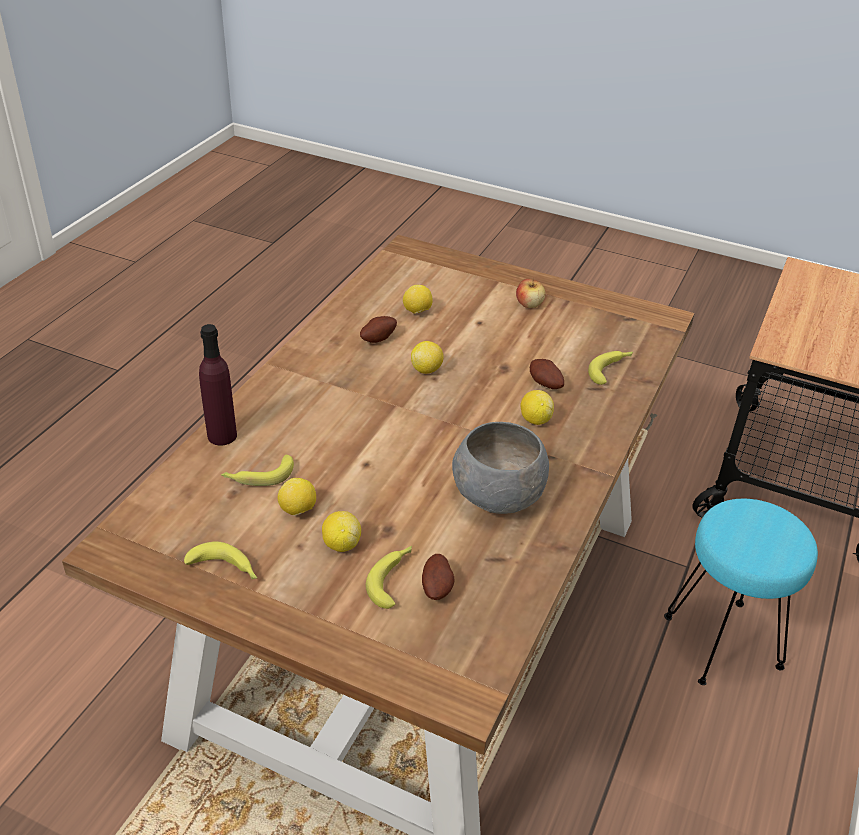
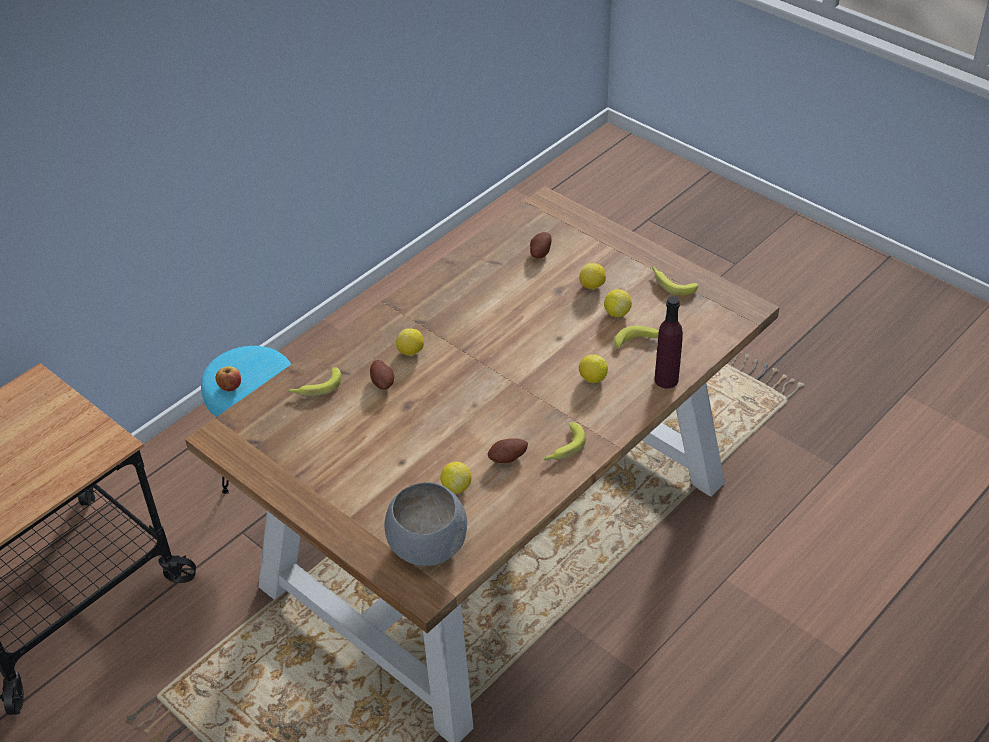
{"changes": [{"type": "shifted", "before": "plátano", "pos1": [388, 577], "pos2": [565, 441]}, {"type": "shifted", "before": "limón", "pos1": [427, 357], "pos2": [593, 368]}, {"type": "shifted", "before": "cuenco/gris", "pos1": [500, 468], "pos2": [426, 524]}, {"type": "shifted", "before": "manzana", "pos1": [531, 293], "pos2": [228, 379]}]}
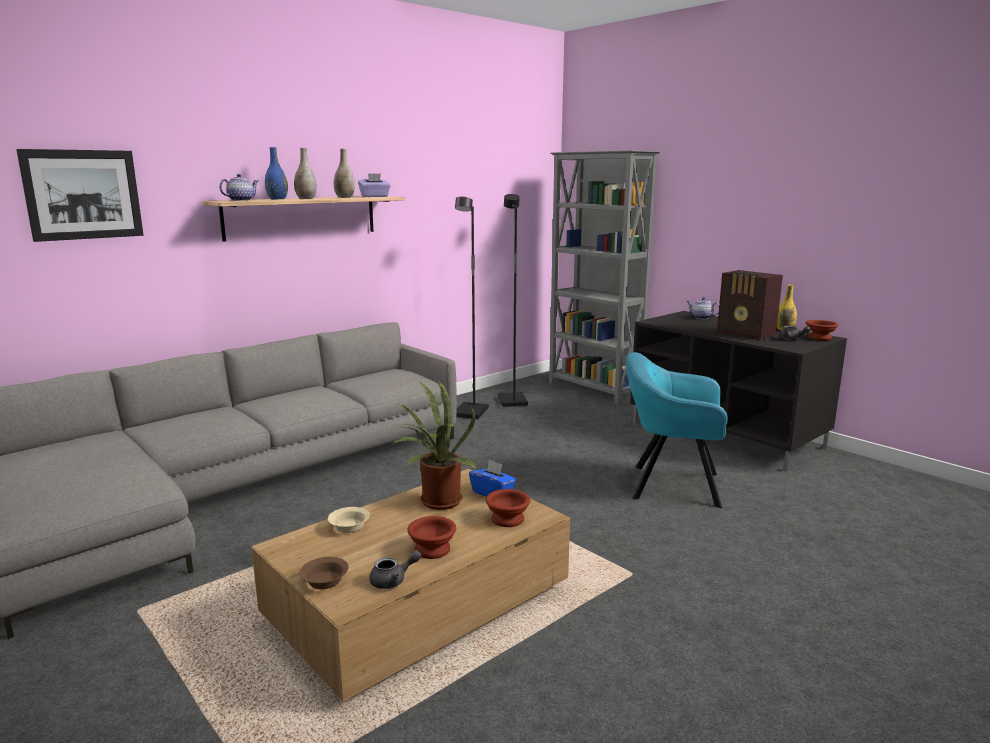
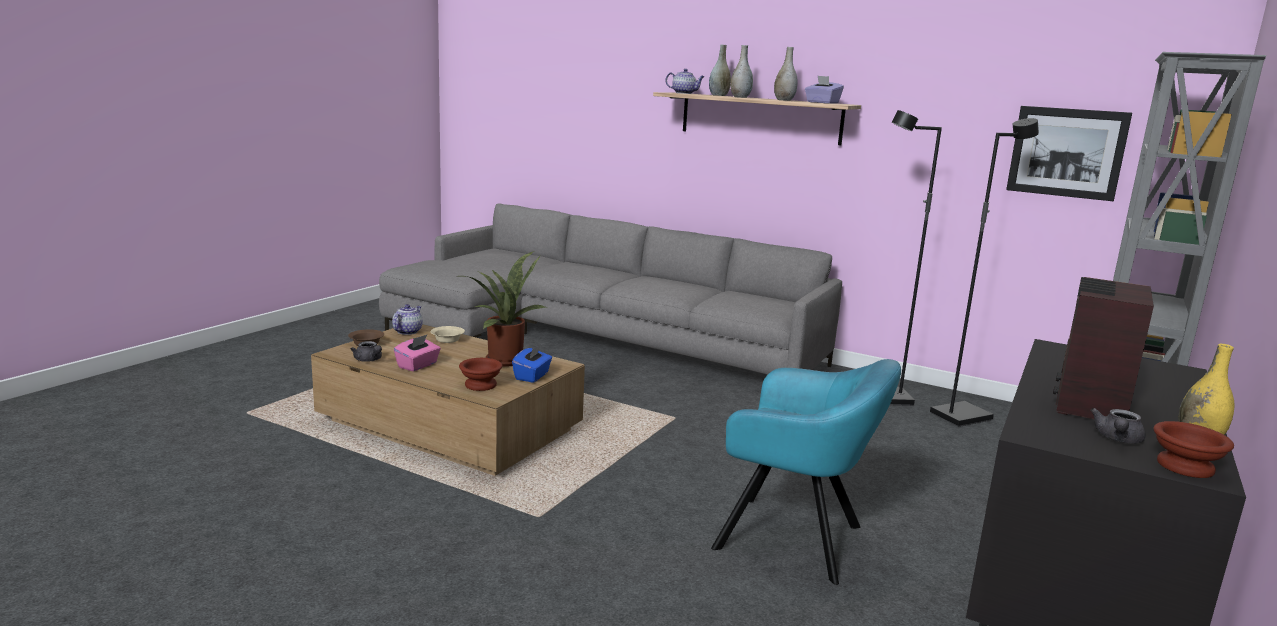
{"changes": [{"type": "shifted", "before": "cuadro", "pos1": [80, 195], "pos2": [1069, 153]}, {"type": "repainted", "before": "florero/azul", "after": "florero/gris", "pos1": [276, 173], "pos2": [720, 70]}, {"type": "swapped", "before": "cuenco/marrón", "after": "caja de pañuelos/rosa", "pos1": [431, 537], "pos2": [417, 353]}, {"type": "rotated", "before": "sillón/turquesa", "pos1": [677, 430], "pos2": [806, 472], "turn": 120}, {"type": "shifted", "before": "tetera", "pos1": [703, 308], "pos2": [407, 319]}]}
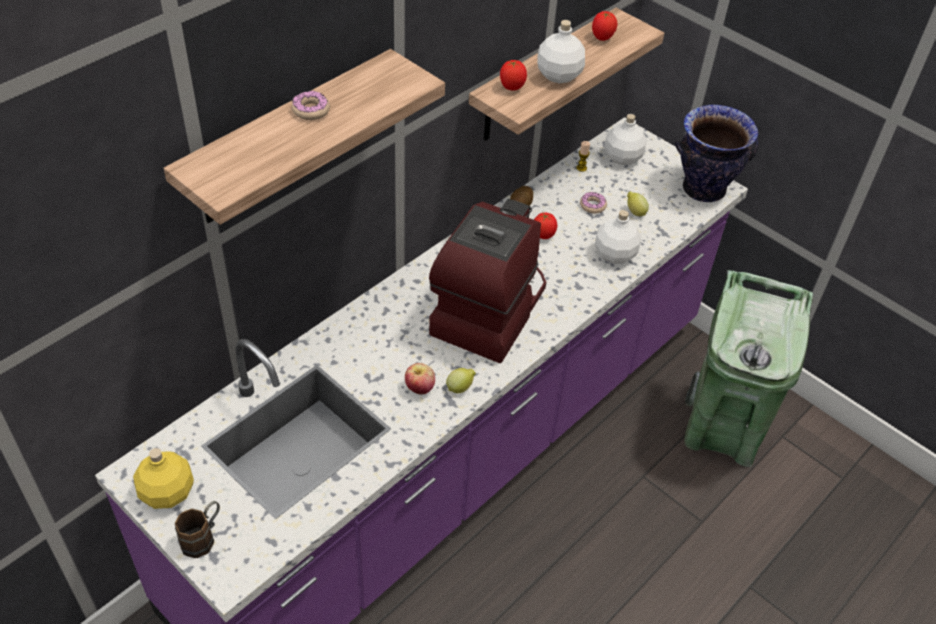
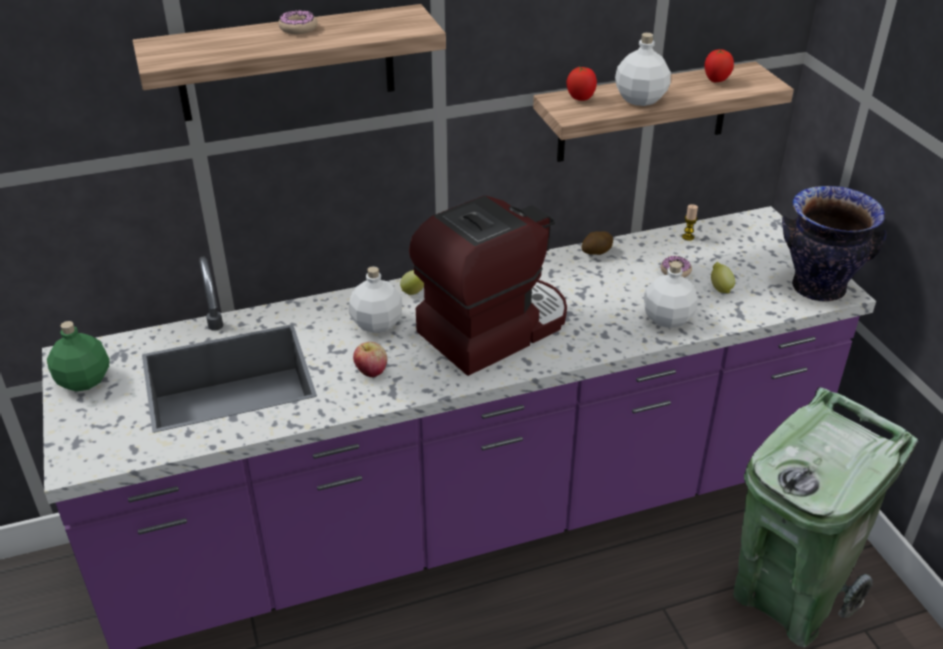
{"changes": [{"type": "repainted", "before": "botella/amarillo", "after": "botella/verde", "pos1": [163, 478], "pos2": [78, 356]}, {"type": "gone", "before": "taza grande/marrón", "pos1": [197, 529]}, {"type": "shifted", "before": "limón", "pos1": [461, 380], "pos2": [412, 282]}, {"type": "gone", "before": "tomate", "pos1": [545, 226]}, {"type": "shifted", "before": "botella/blanco", "pos1": [625, 139], "pos2": [376, 299]}]}
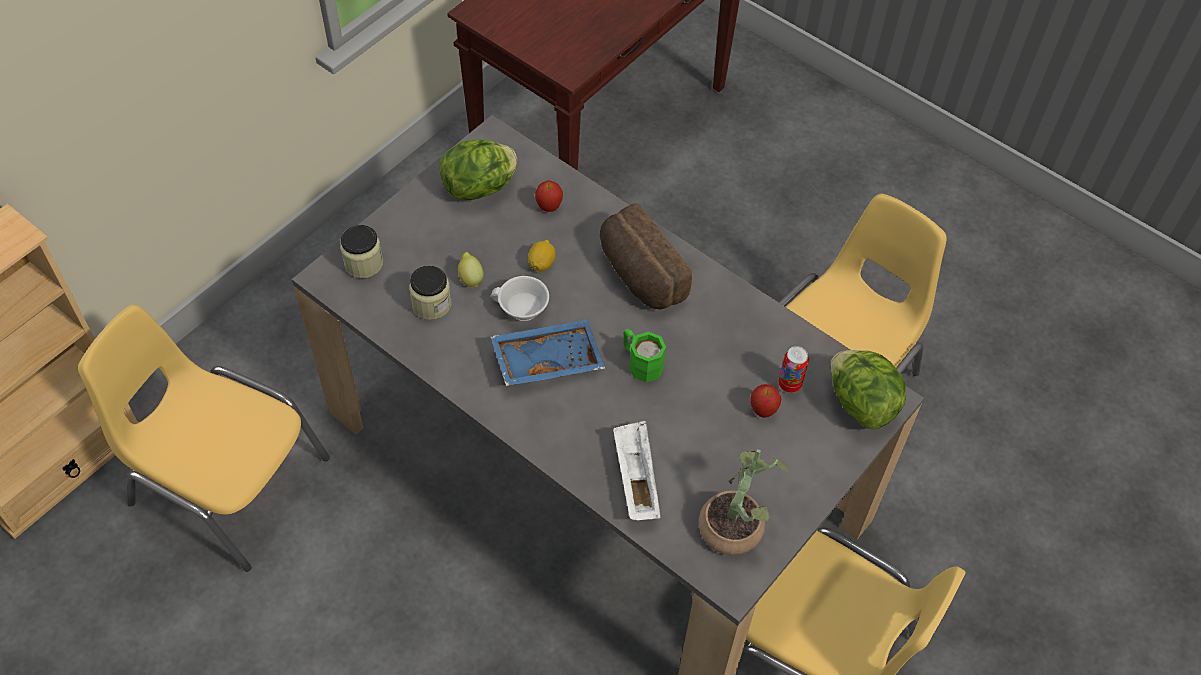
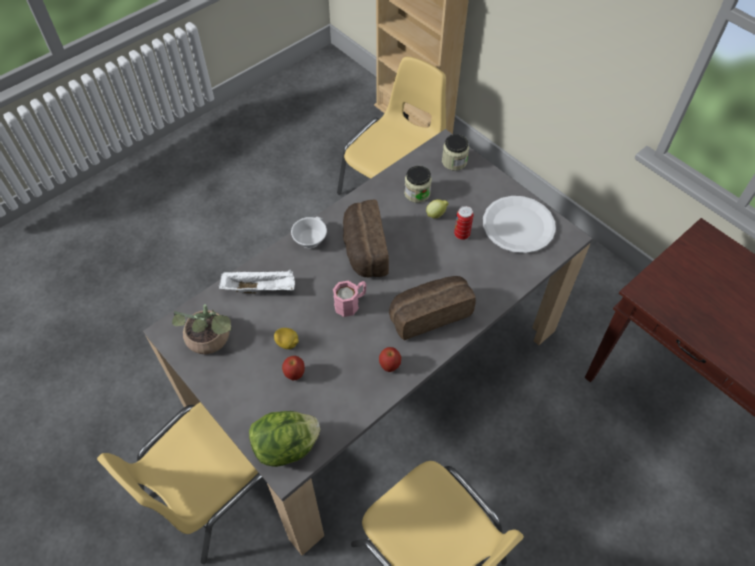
{"changes": [{"type": "swapped", "before": "lechuga", "after": "plato/blanco", "pos1": [478, 170], "pos2": [519, 224]}, {"type": "swapped", "before": "bandeja/azul", "after": "pan", "pos1": [547, 353], "pos2": [366, 238]}, {"type": "shifted", "before": "taza/blanco", "pos1": [520, 298], "pos2": [309, 232]}, {"type": "shifted", "before": "limón", "pos1": [542, 255], "pos2": [286, 338]}, {"type": "shifted", "before": "manzana", "pos1": [549, 196], "pos2": [390, 359]}, {"type": "repainted", "before": "taza grande/verde", "after": "taza grande/rosa", "pos1": [644, 355], "pos2": [350, 299]}, {"type": "shifted", "before": "lata", "pos1": [793, 369], "pos2": [463, 223]}]}
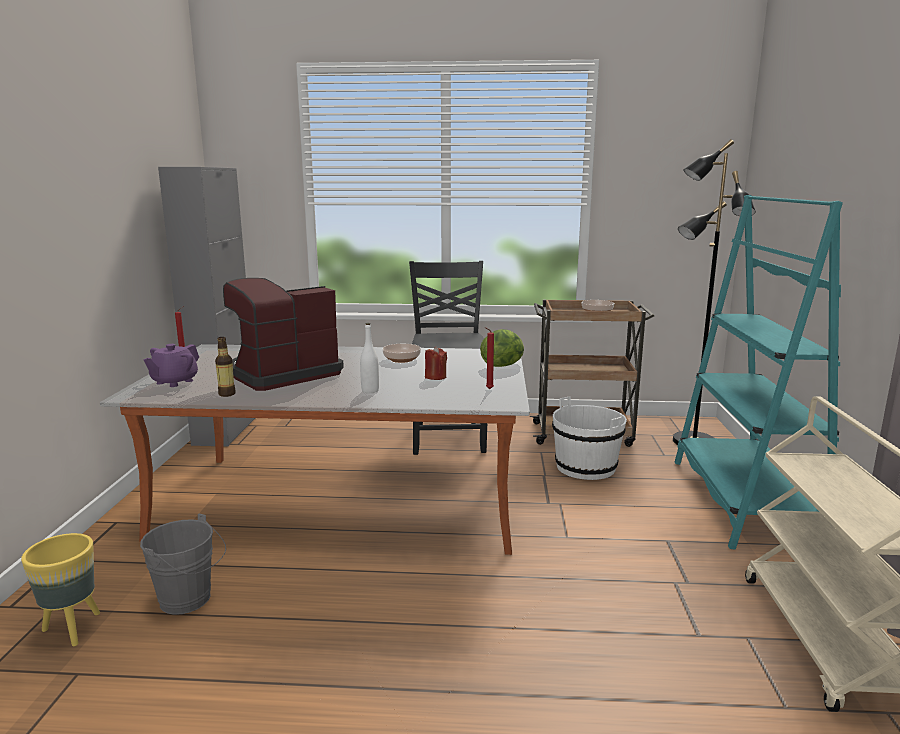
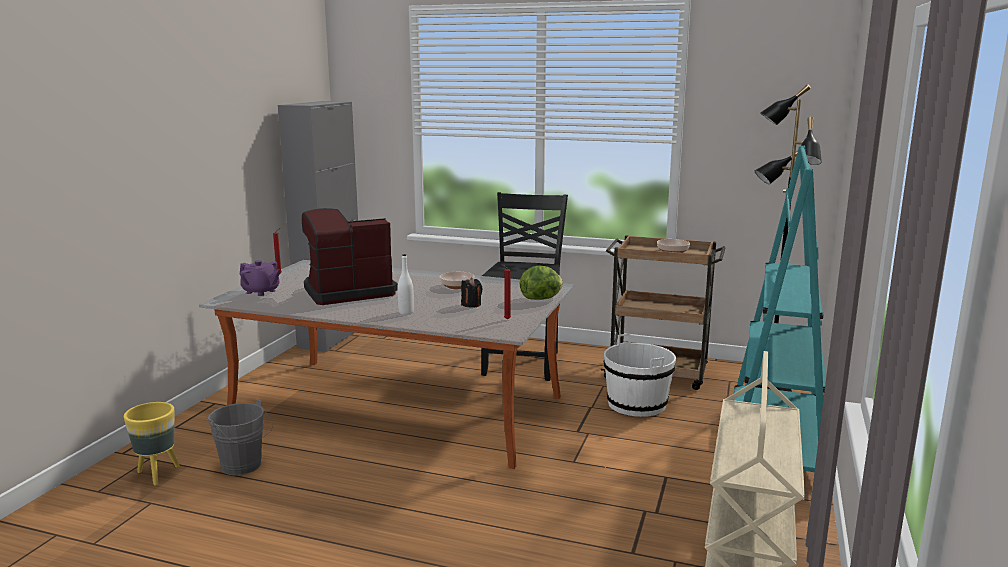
{"changes": [{"type": "rotated", "before": "tetera/morado", "pos1": [171, 365], "pos2": [259, 278], "turn": -105}, {"type": "gone", "before": "botella", "pos1": [225, 367]}, {"type": "repainted", "before": "vela/rojo", "after": "vela/negro", "pos1": [436, 363], "pos2": [471, 292]}]}
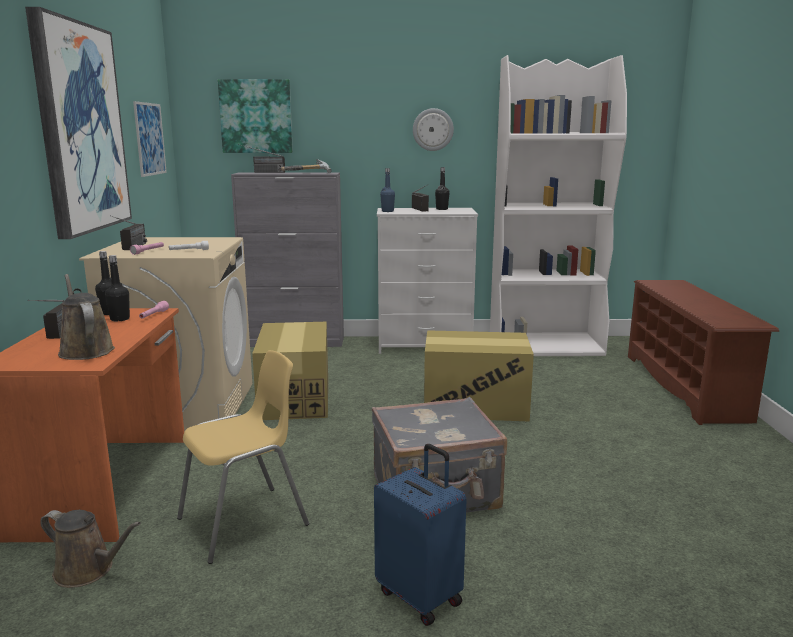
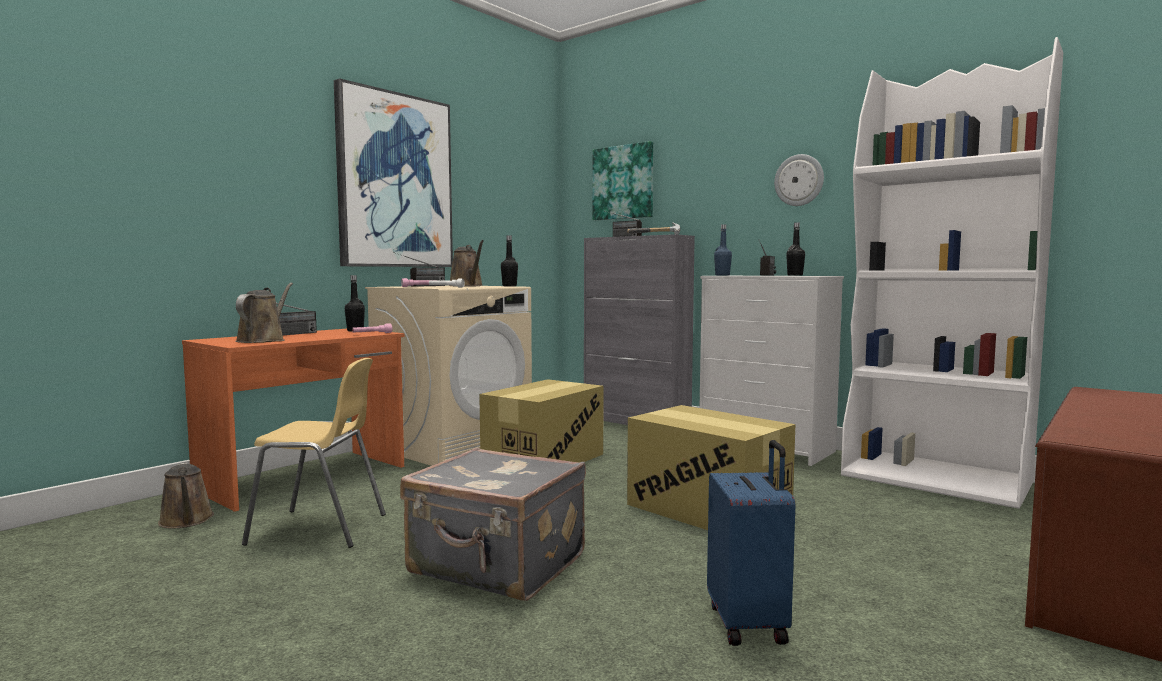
{"changes": [{"type": "shifted", "before": "botella/negro", "pos1": [117, 288], "pos2": [509, 261]}, {"type": "gone", "before": "cuadro", "pos1": [150, 139]}, {"type": "shifted", "before": "maleta/azul", "pos1": [420, 535], "pos2": [751, 543]}, {"type": "new", "after": "regadera/marrón", "pos2": [466, 263]}]}
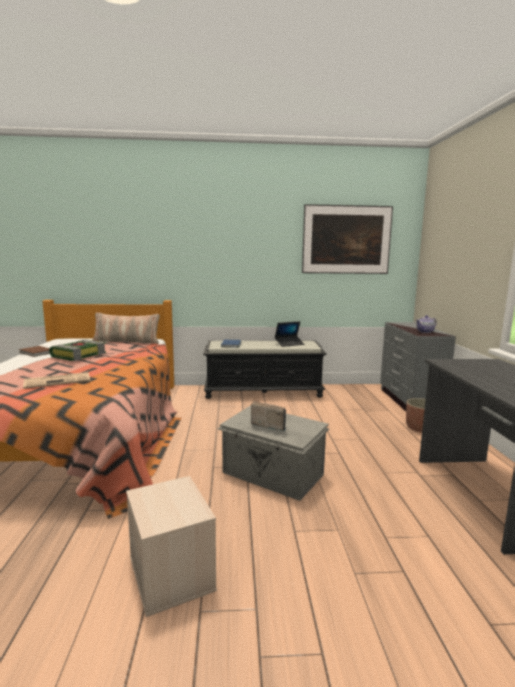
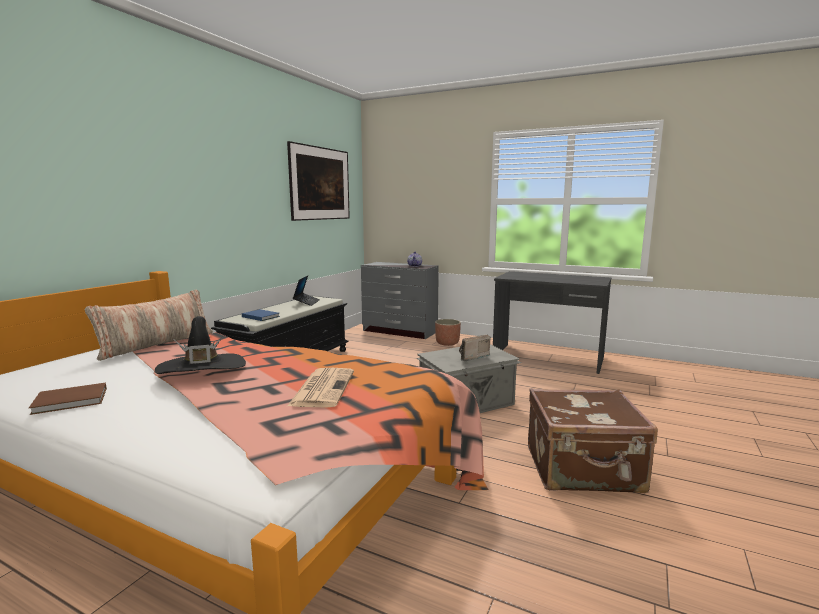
{"changes": [{"type": "swapped", "before": "libro", "after": "sombrero/negro", "pos1": [77, 350], "pos2": [200, 345]}, {"type": "swapped", "before": "caja de almacenaje/beis", "after": "maleta/marrón", "pos1": [171, 546], "pos2": [593, 440]}]}
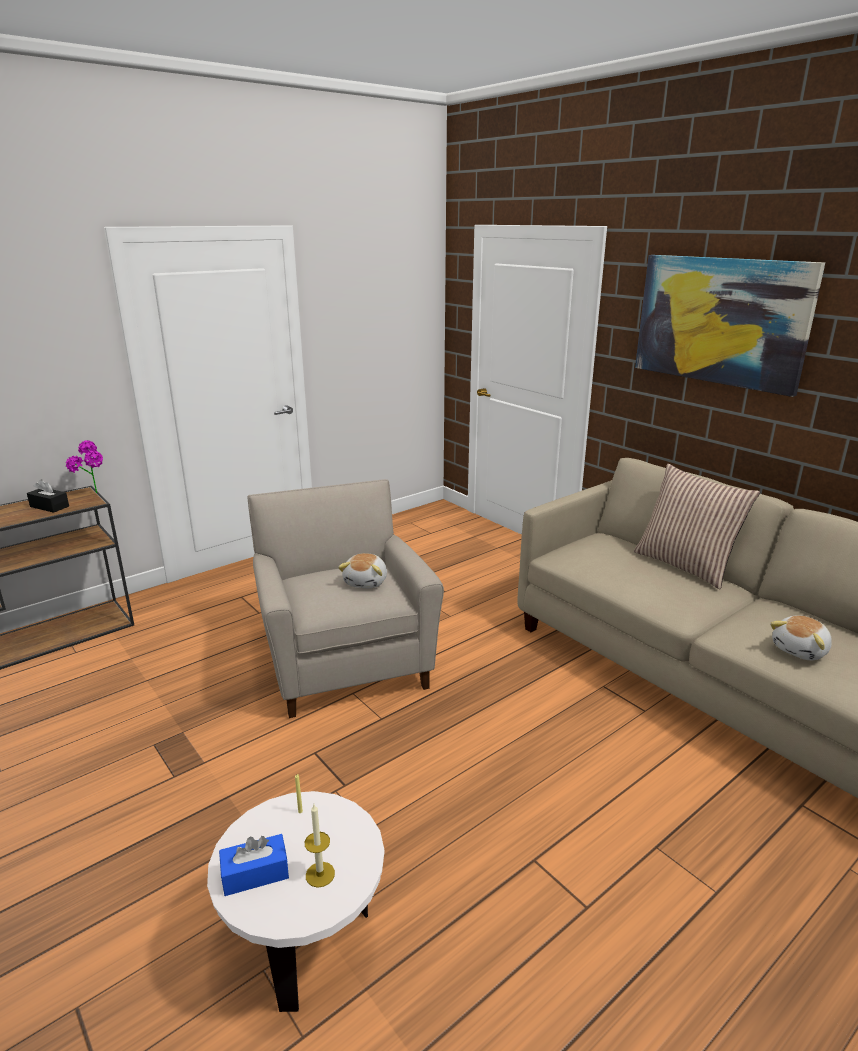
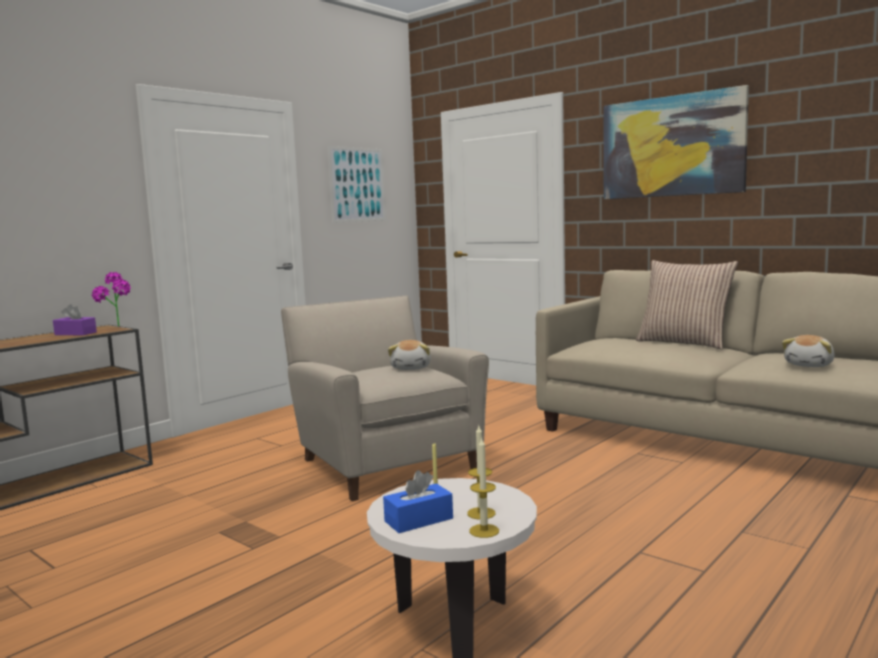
{"changes": [{"type": "repainted", "before": "caja de pañuelos/negro", "after": "caja de pañuelos/morado", "pos1": [48, 496], "pos2": [75, 319]}, {"type": "new", "after": "cuadro", "pos2": [357, 184]}, {"type": "new", "after": "vela", "pos2": [484, 487]}]}
